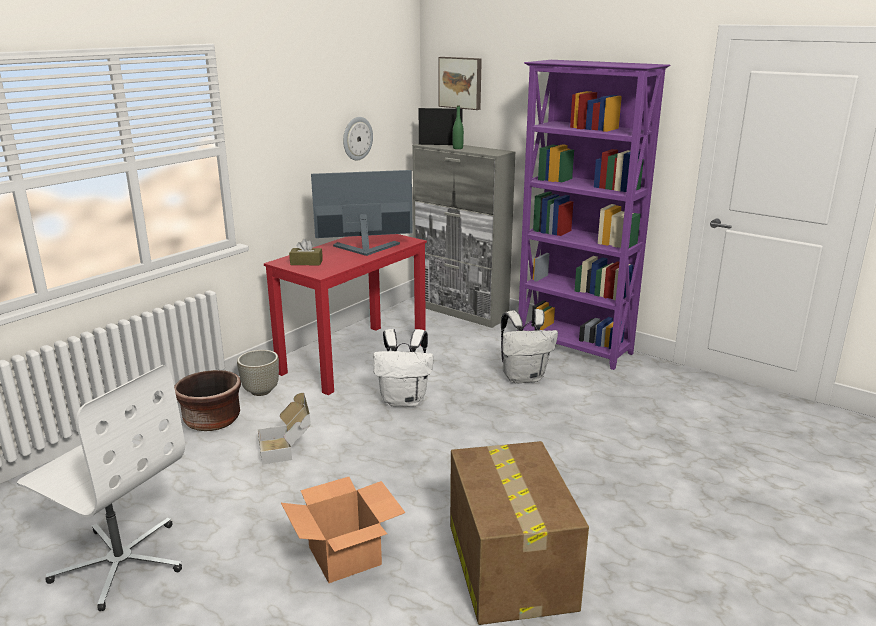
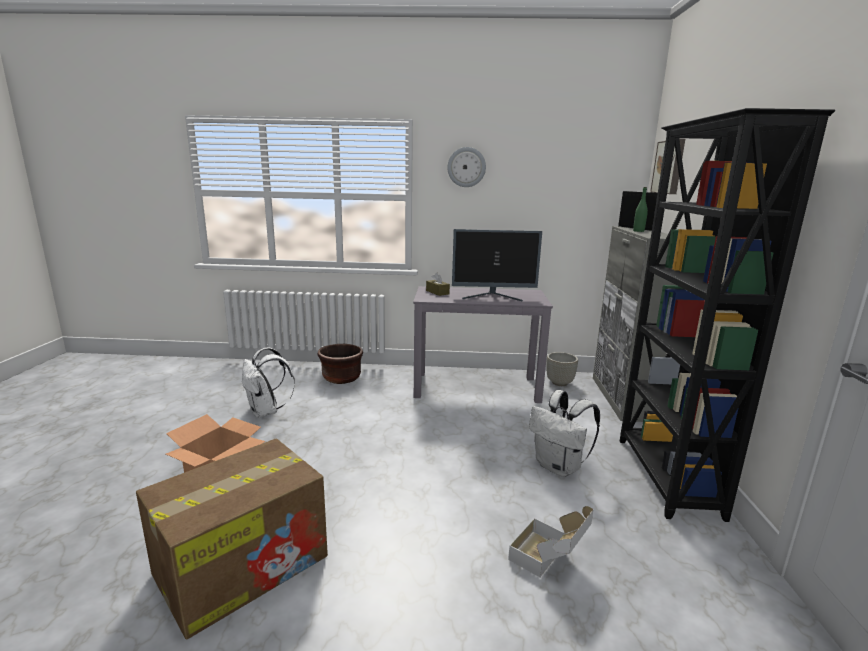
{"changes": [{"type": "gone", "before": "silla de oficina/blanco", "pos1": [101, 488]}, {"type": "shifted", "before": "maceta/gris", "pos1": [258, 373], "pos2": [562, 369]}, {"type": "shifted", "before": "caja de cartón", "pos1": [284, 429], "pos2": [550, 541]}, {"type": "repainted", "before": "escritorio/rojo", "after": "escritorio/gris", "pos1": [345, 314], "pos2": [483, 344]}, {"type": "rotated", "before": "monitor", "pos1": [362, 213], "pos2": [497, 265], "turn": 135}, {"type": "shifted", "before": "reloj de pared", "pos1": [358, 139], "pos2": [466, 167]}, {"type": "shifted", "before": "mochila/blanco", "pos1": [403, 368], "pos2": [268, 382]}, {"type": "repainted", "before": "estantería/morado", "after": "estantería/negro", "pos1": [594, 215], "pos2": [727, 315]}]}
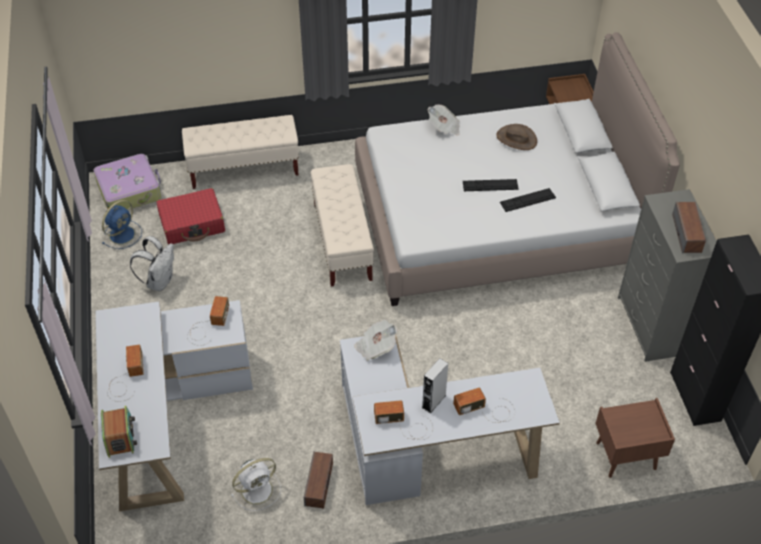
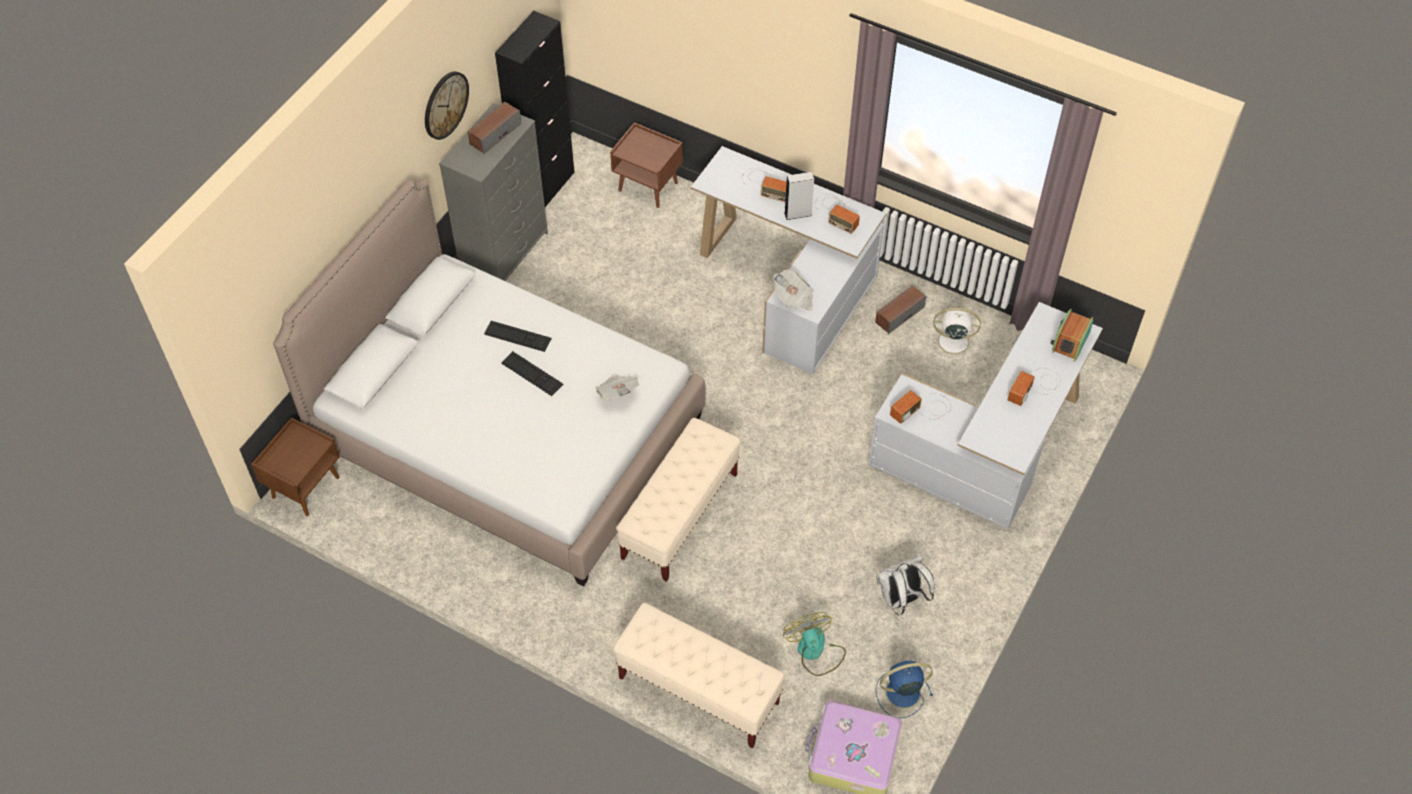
{"changes": [{"type": "swapped", "before": "maleta/rojo", "after": "ventilador", "pos1": [190, 216], "pos2": [814, 644]}, {"type": "shifted", "before": "periódico", "pos1": [444, 119], "pos2": [617, 387]}, {"type": "gone", "before": "sombrero/marrón", "pos1": [516, 137]}, {"type": "new", "after": "reloj de pared", "pos2": [447, 105]}]}
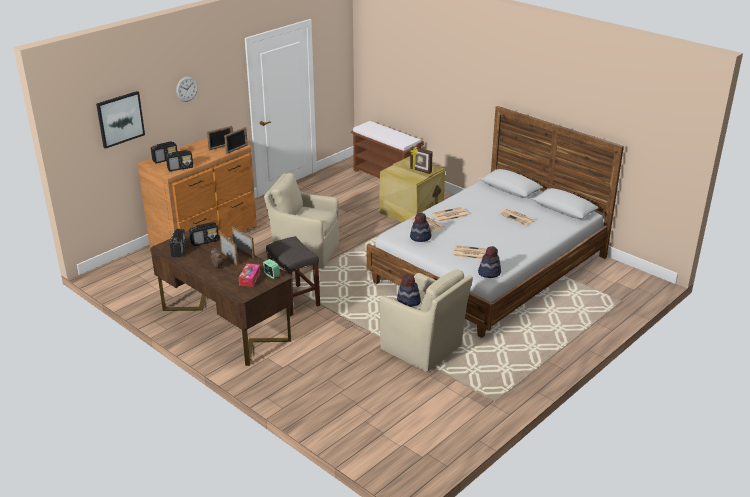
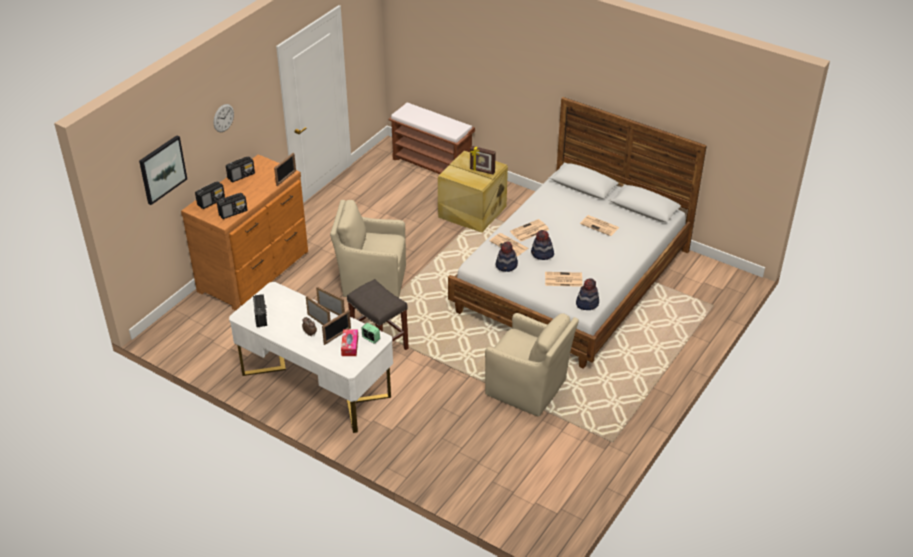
{"changes": [{"type": "repainted", "before": "escritorio/marrón", "after": "escritorio/blanco", "pos1": [221, 298], "pos2": [311, 357]}, {"type": "shifted", "before": "radio", "pos1": [204, 234], "pos2": [240, 169]}, {"type": "shifted", "before": "portarretratos", "pos1": [220, 138], "pos2": [336, 327]}, {"type": "shifted", "before": "sombrero", "pos1": [409, 290], "pos2": [542, 245]}]}
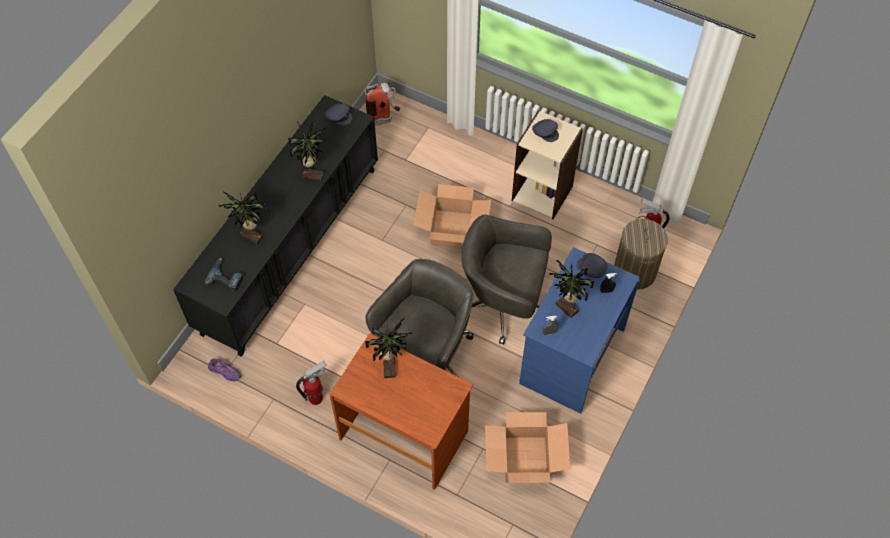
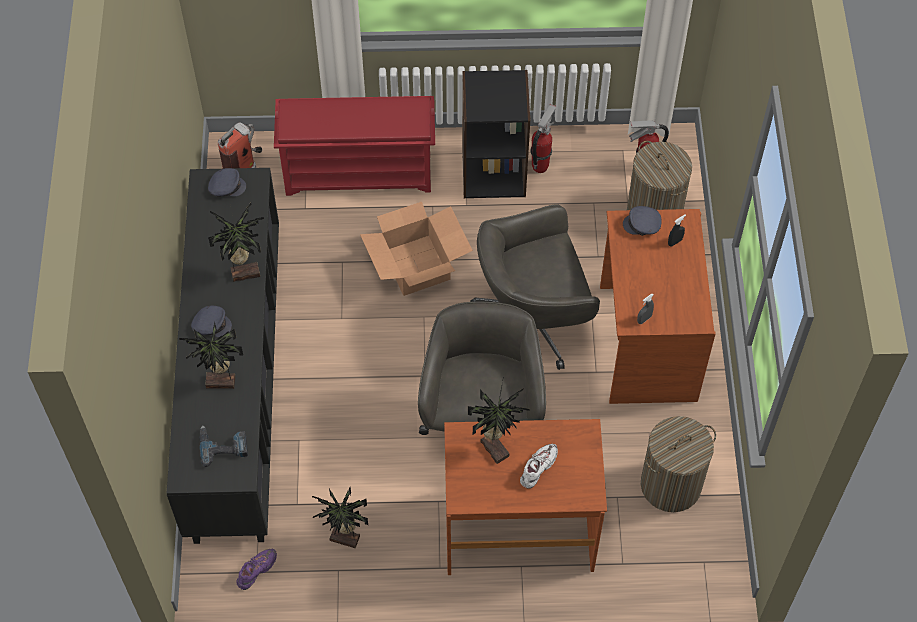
{"changes": [{"type": "rotated", "before": "zapato/morado", "pos1": [224, 369], "pos2": [256, 569], "turn": -45}, {"type": "shifted", "before": "extintor", "pos1": [312, 382], "pos2": [543, 138]}, {"type": "swapped", "before": "caja de cartón", "after": "cesto de la ropa", "pos1": [528, 447], "pos2": [678, 464]}, {"type": "repainted", "before": "estantería/beis", "after": "estantería/negro", "pos1": [547, 164], "pos2": [496, 134]}, {"type": "repainted", "before": "escritorio/azul", "after": "escritorio/marrón", "pos1": [579, 330], "pos2": [658, 306]}, {"type": "shifted", "before": "gorra/gris", "pos1": [545, 130], "pos2": [211, 321]}, {"type": "shifted", "before": "planta en maceta", "pos1": [572, 288], "pos2": [340, 517]}, {"type": "new", "after": "zapatero/rojo", "pos2": [354, 146]}, {"type": "new", "after": "zapato/blanco", "pos2": [539, 466]}]}
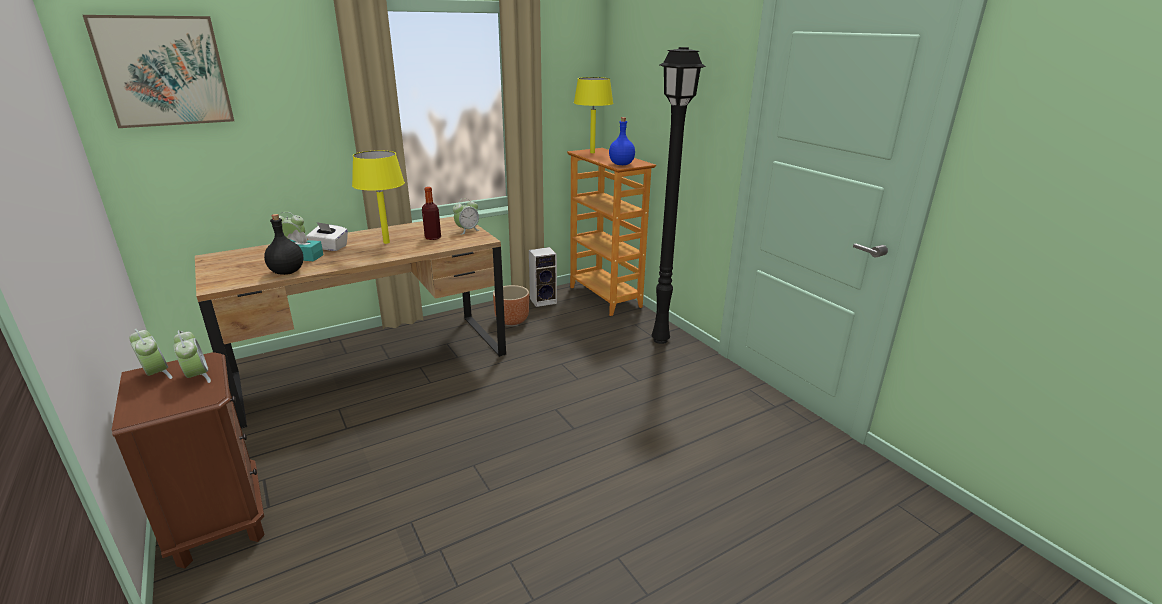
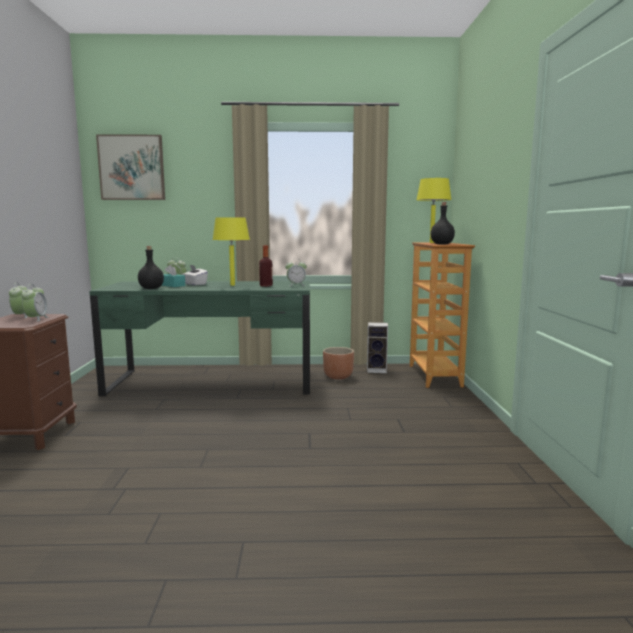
{"changes": [{"type": "repainted", "before": "escritorio/marrón", "after": "escritorio/verde", "pos1": [350, 322], "pos2": [199, 338]}, {"type": "repainted", "before": "botella/azul", "after": "botella/negro", "pos1": [622, 141], "pos2": [443, 223]}, {"type": "gone", "before": "lámpara de pie/negro", "pos1": [678, 195]}]}
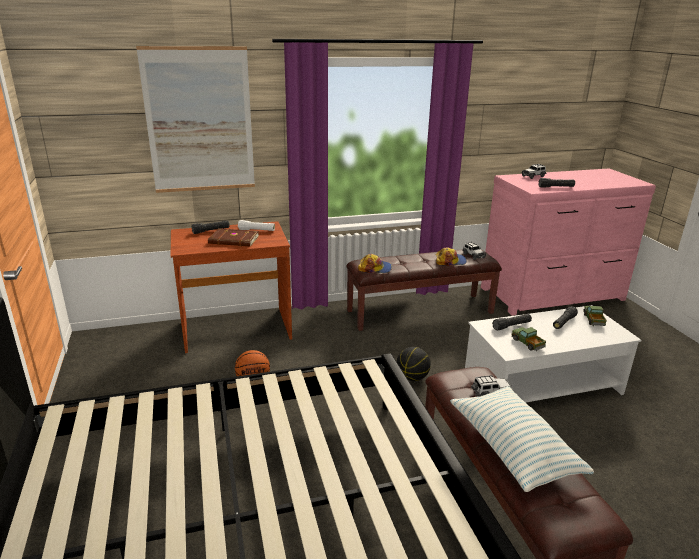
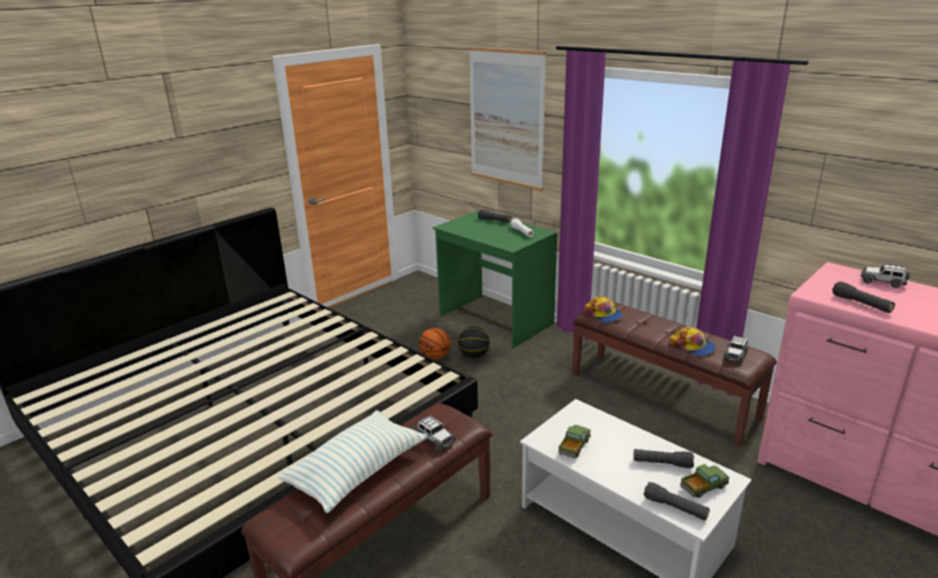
{"changes": [{"type": "repainted", "before": "escritorio/marrón", "after": "escritorio/verde", "pos1": [231, 287], "pos2": [494, 279]}, {"type": "gone", "before": "libro/marrón", "pos1": [233, 237]}, {"type": "shifted", "before": "balón de baloncesto", "pos1": [413, 364], "pos2": [474, 343]}, {"type": "shifted", "before": "linterna/negro", "pos1": [512, 322], "pos2": [676, 501]}]}
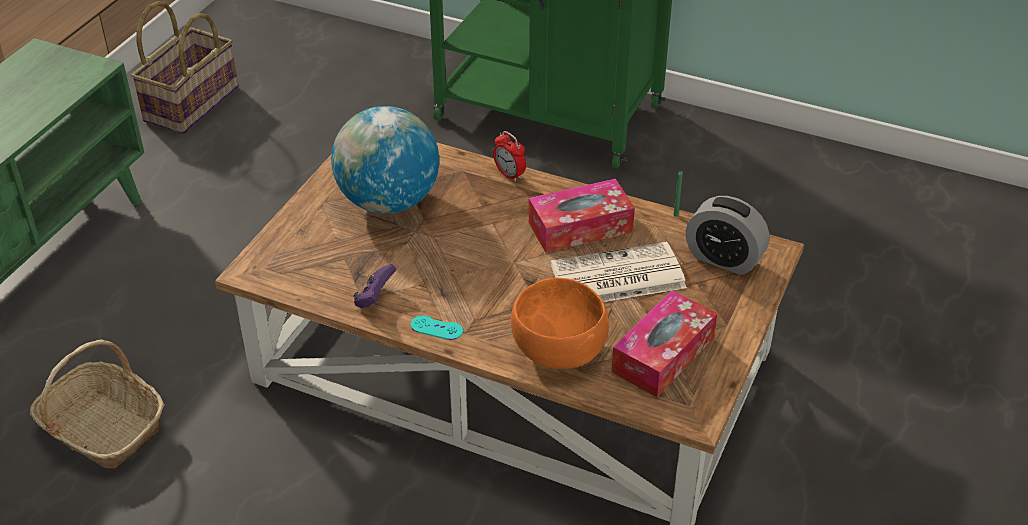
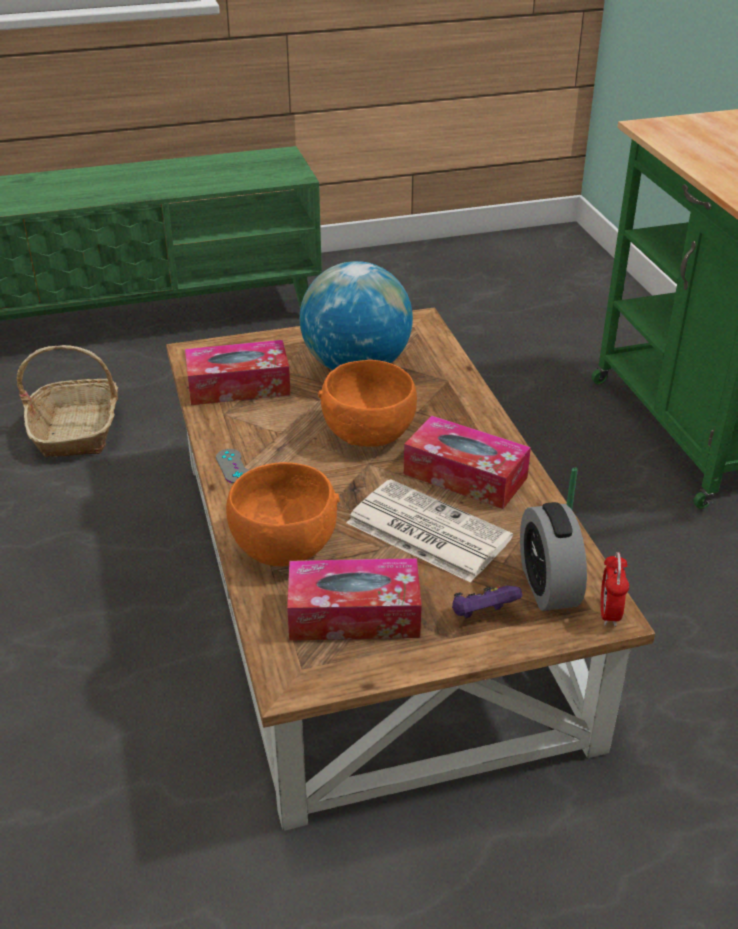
{"changes": [{"type": "gone", "before": "cesta", "pos1": [185, 67]}, {"type": "shifted", "before": "mando de consola/morado", "pos1": [374, 286], "pos2": [487, 601]}, {"type": "repainted", "before": "mando de consola/turquesa", "after": "mando de consola/gris", "pos1": [437, 327], "pos2": [232, 466]}, {"type": "shifted", "before": "despertador", "pos1": [509, 156], "pos2": [615, 589]}, {"type": "new", "after": "caja de pañuelos", "pos2": [238, 372]}, {"type": "new", "after": "cuenco/naranja", "pos2": [367, 403]}]}
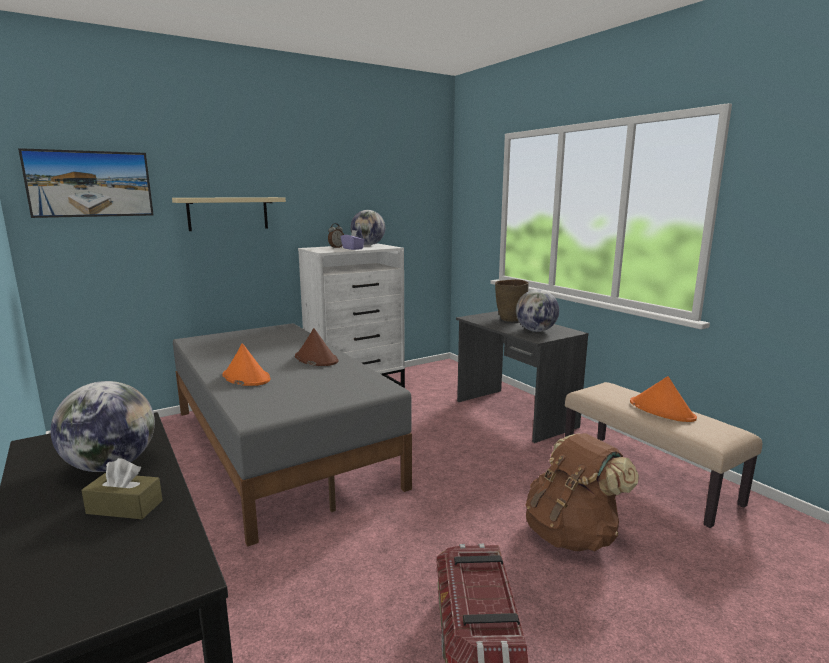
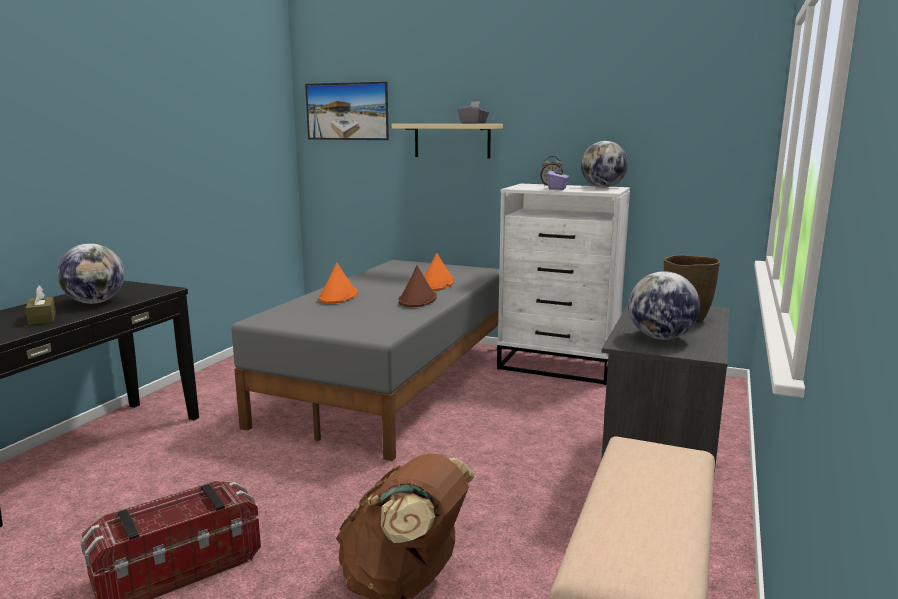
{"changes": [{"type": "shifted", "before": "sombrero/naranja", "pos1": [663, 399], "pos2": [439, 272]}, {"type": "new", "after": "caja de pañuelos/gris", "pos2": [473, 112]}]}
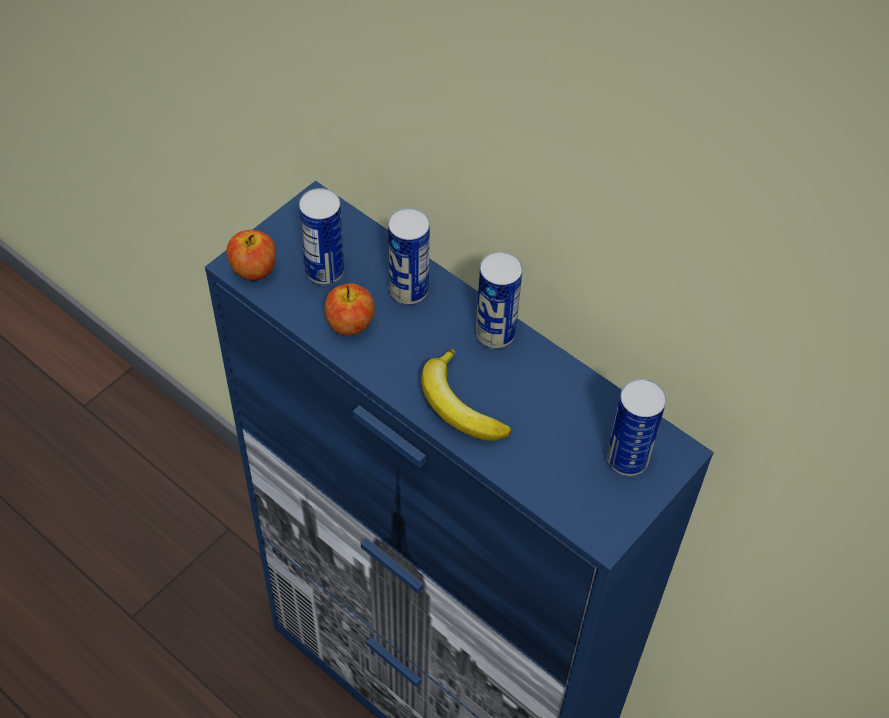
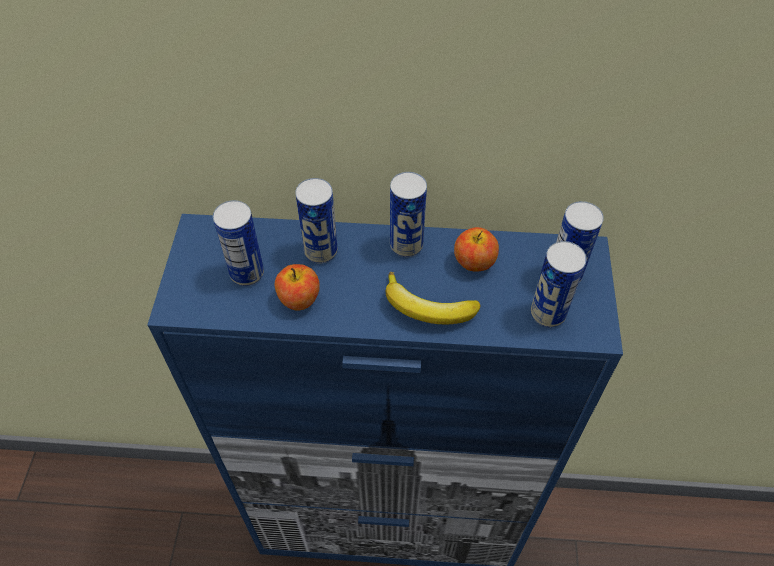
{"changes": [{"type": "shifted", "before": "manzana", "pos1": [251, 255], "pos2": [476, 249]}, {"type": "new", "after": "lata", "pos2": [559, 284]}]}
